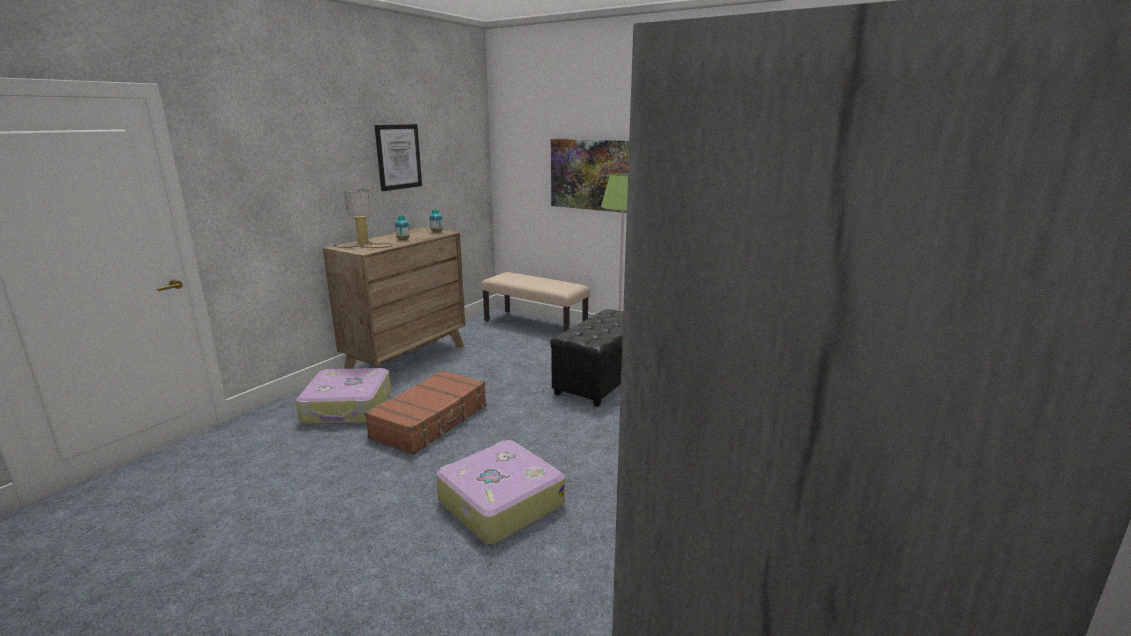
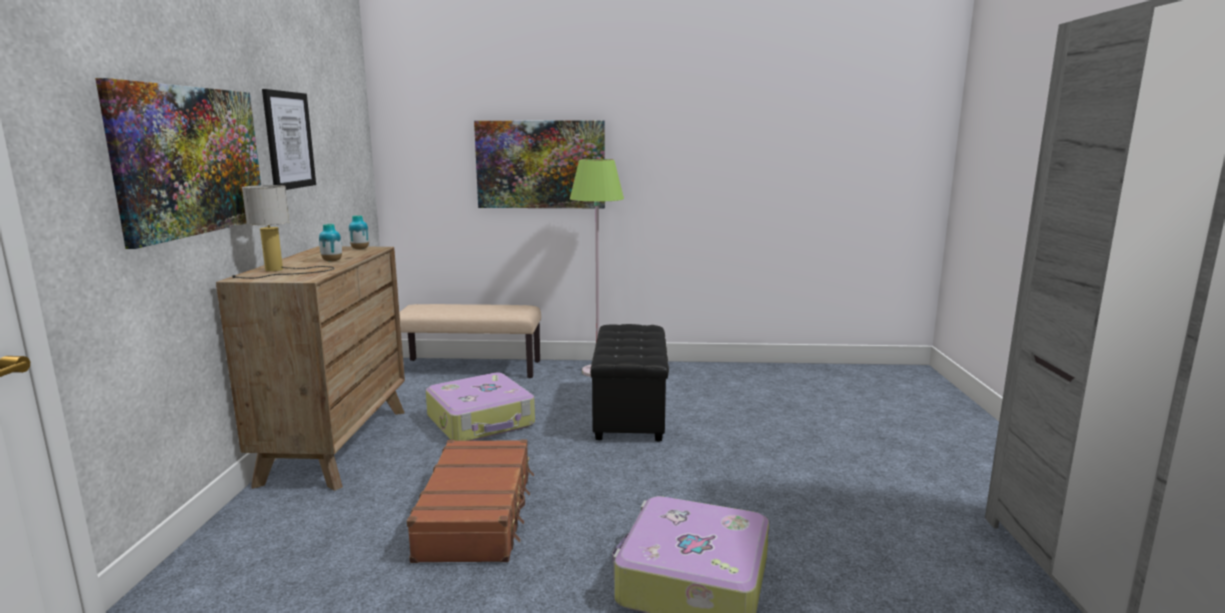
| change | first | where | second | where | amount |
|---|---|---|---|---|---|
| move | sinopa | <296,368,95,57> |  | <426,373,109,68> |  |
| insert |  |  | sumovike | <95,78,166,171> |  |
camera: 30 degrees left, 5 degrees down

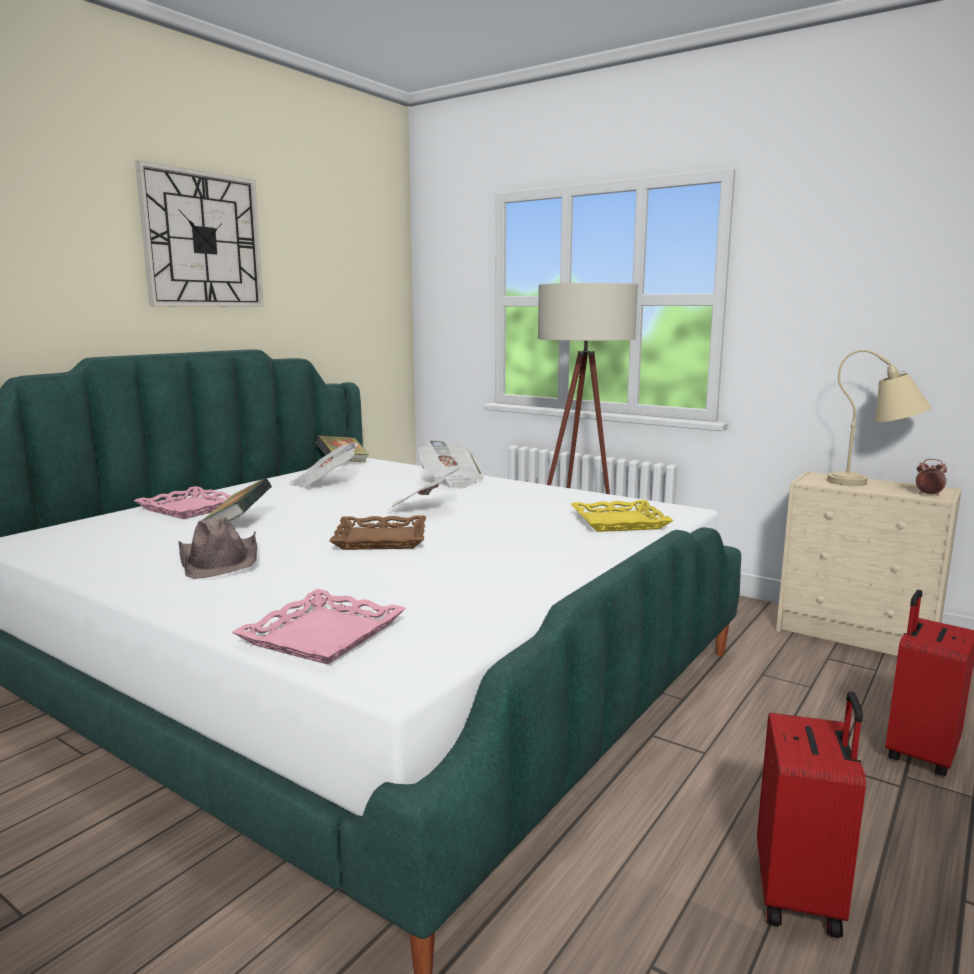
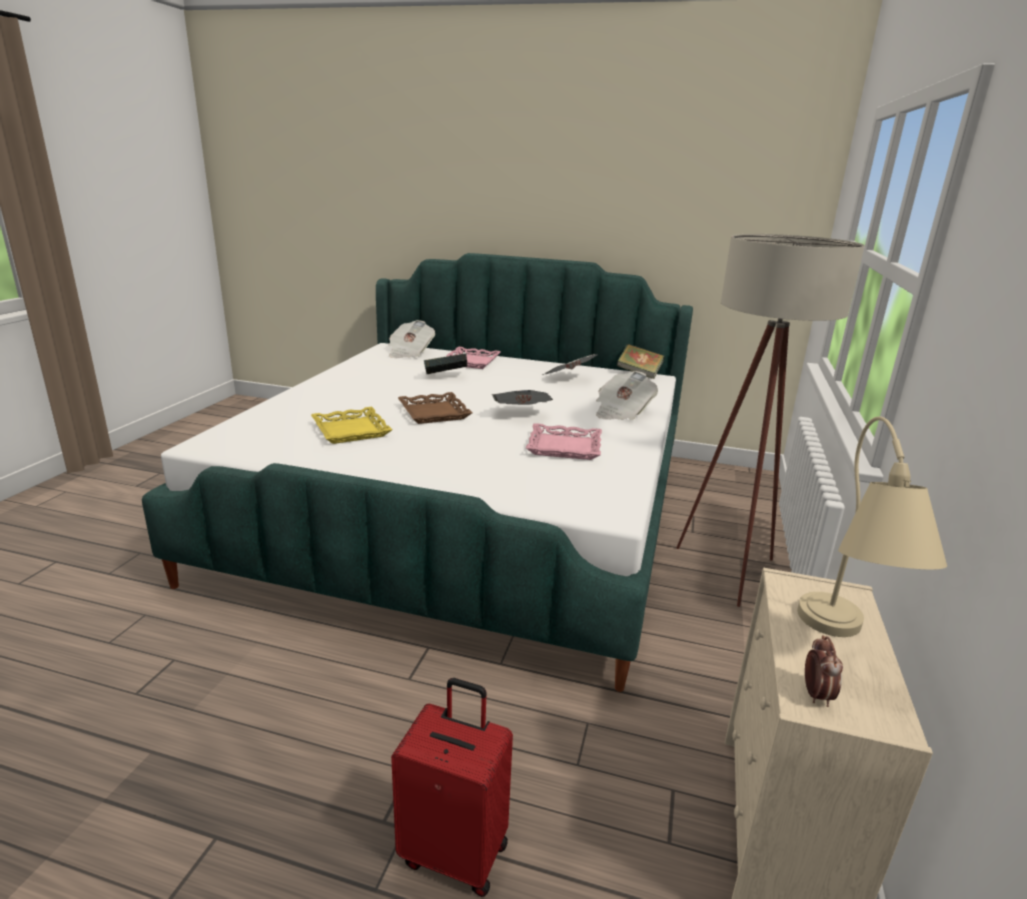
| change | first | where | second | where | amount |
|---|---|---|---|---|---|
| delete | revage | <135,160,129,147> |  |  |  |
| delete | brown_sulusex | <179,517,78,62> |  |  |  |
| move | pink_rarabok | <232,589,174,75> |  | <526,423,76,37> |  |
| move | yellow_rarabok | <571,500,103,32> |  | <311,407,81,37> |  |
| delete | red_sinopa | <757,691,109,247> |  |  |  |
| insert |  |  | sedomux | <388,320,47,38> |  |
camera: 70 degrees right, 10 degrees up

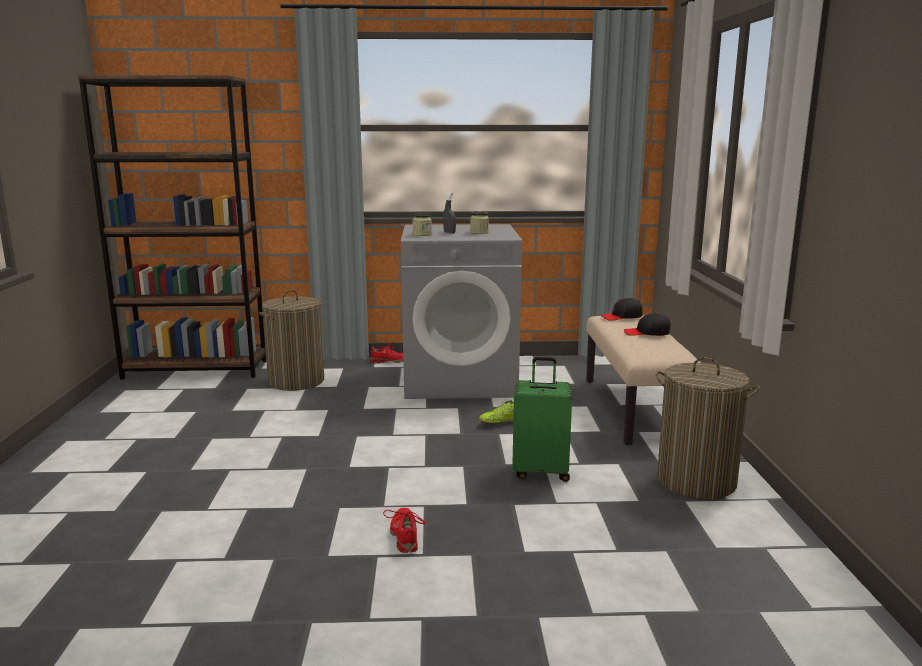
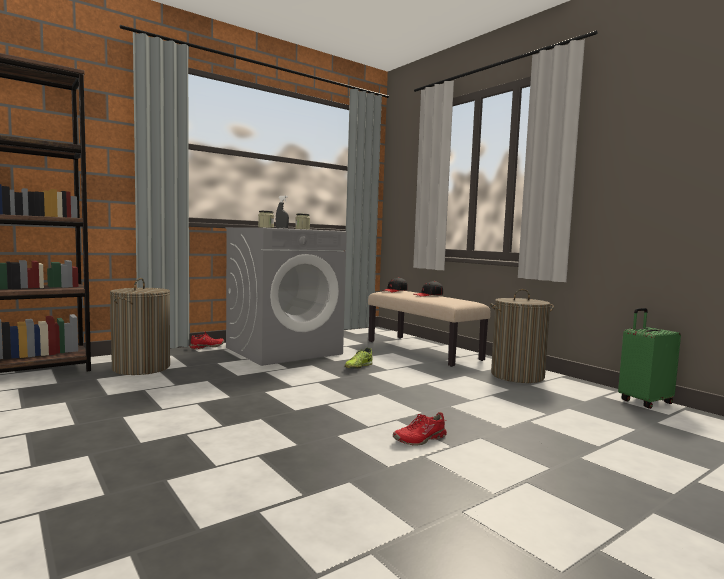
| change | first | where | second | where | amount |
|---|---|---|---|---|---|
| rotate | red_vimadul | <383,508,48,45> |  | <393,412,54,34> | 75 degrees counterclockwise |
| move | green_sinopa | <512,357,60,125> |  | <618,308,63,101> |  |
camera: 35 degrees left, 10 degrees down

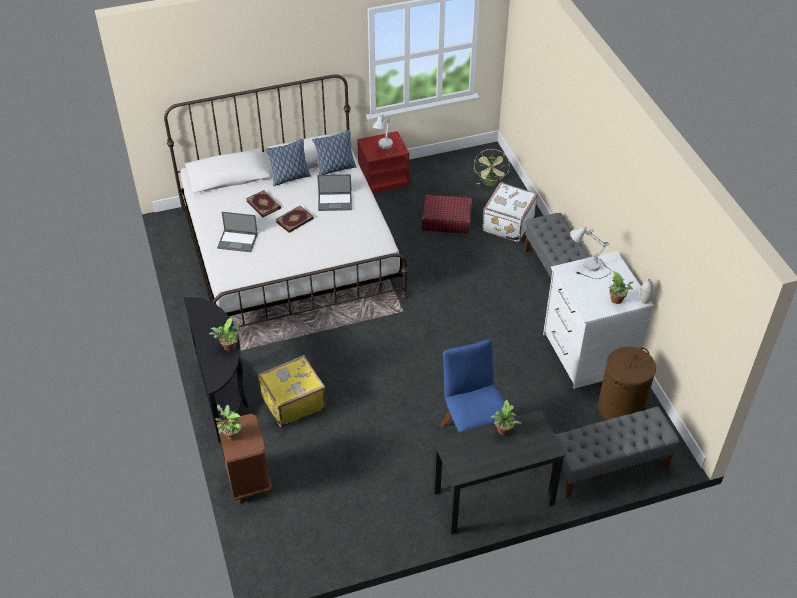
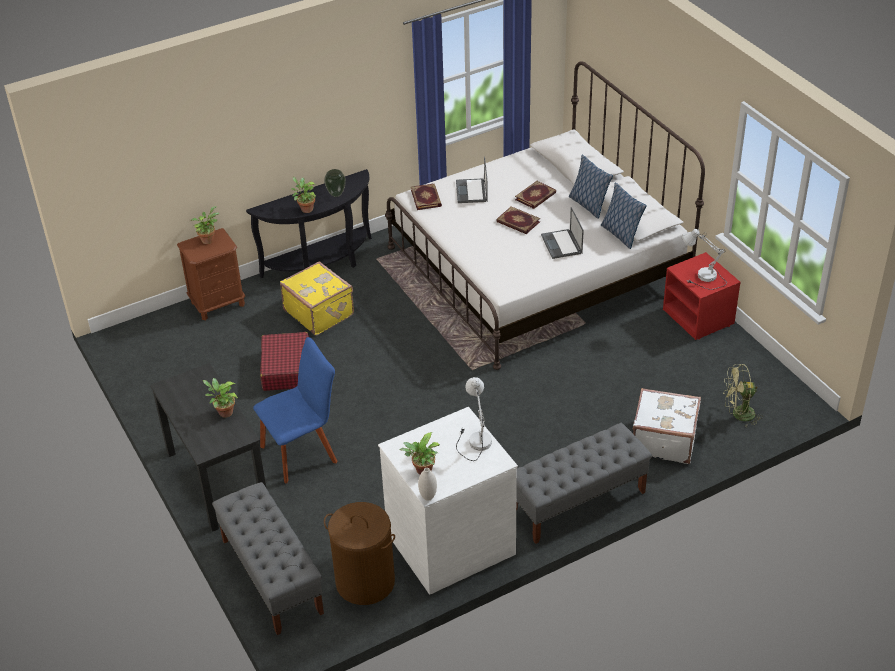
| change | first | where | second | where | amount |
|---|---|---|---|---|---|
| move | red_sinopa | <422,195,50,39> |  | <260,332,49,59> |  |
| insert |  |  | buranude | <324,169,22,28> |  |
| insert |  |  | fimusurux | <411,184,31,26> |  |
camera: 80 degrees right, 5 degrees down

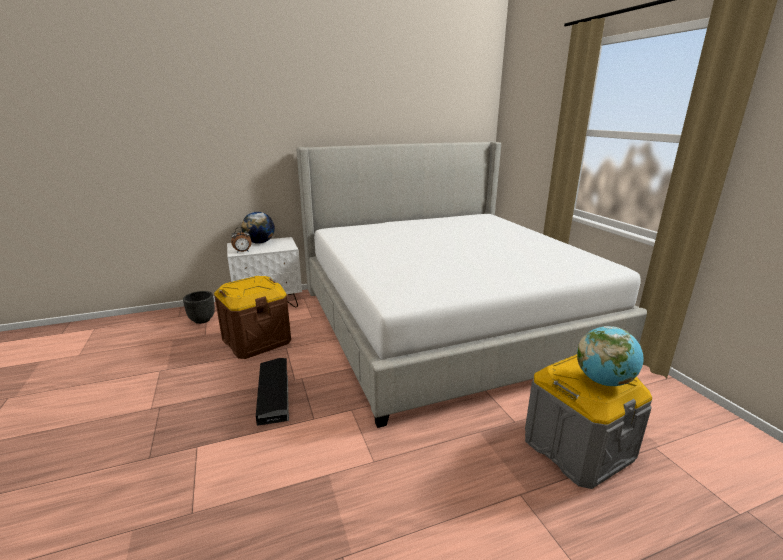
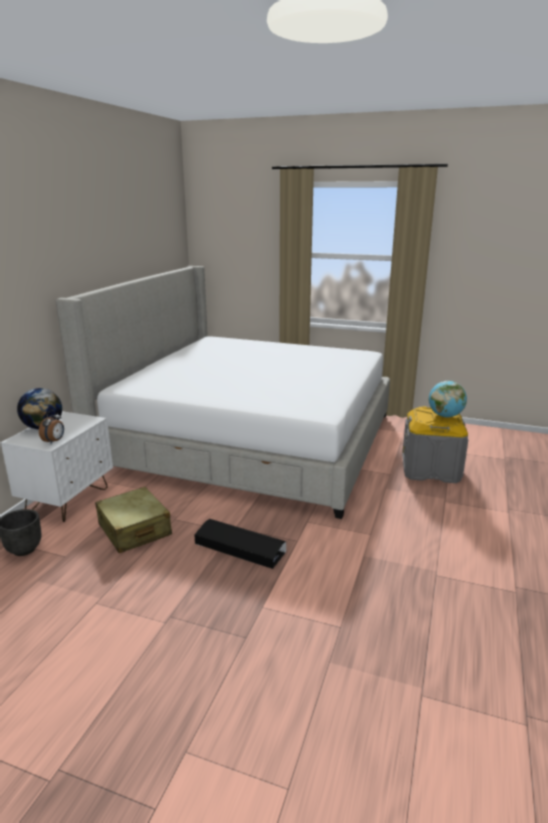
| change | first | where | second | where | amount |
|---|---|---|---|---|---|
| replace | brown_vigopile | <214,276,77,83> | beige_sinopa | <95,487,77,66> |  |
camera: 50 degrees left, 0 degrees up

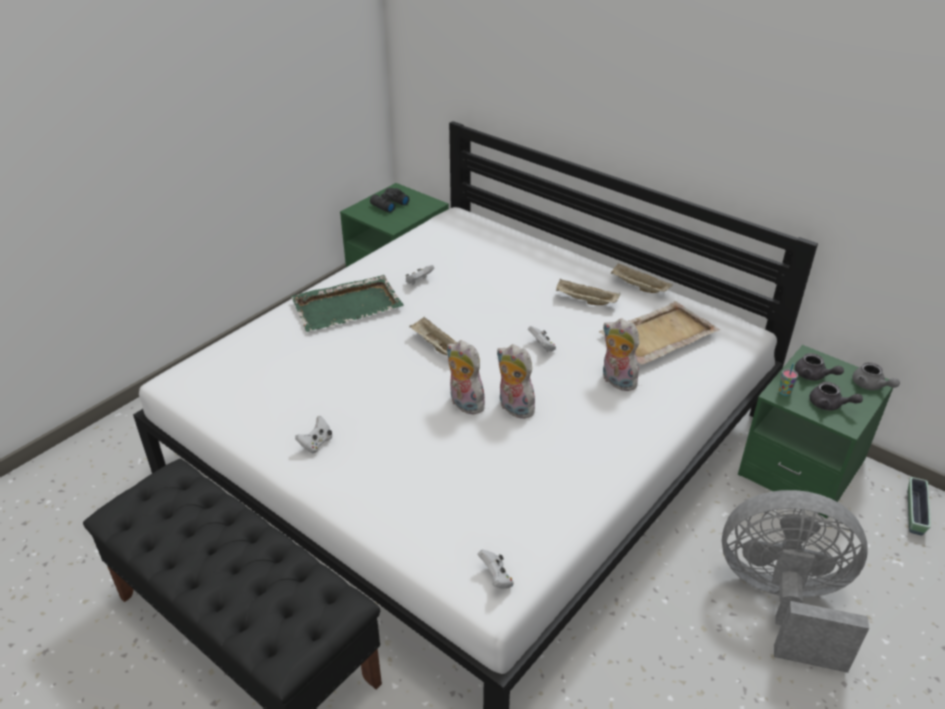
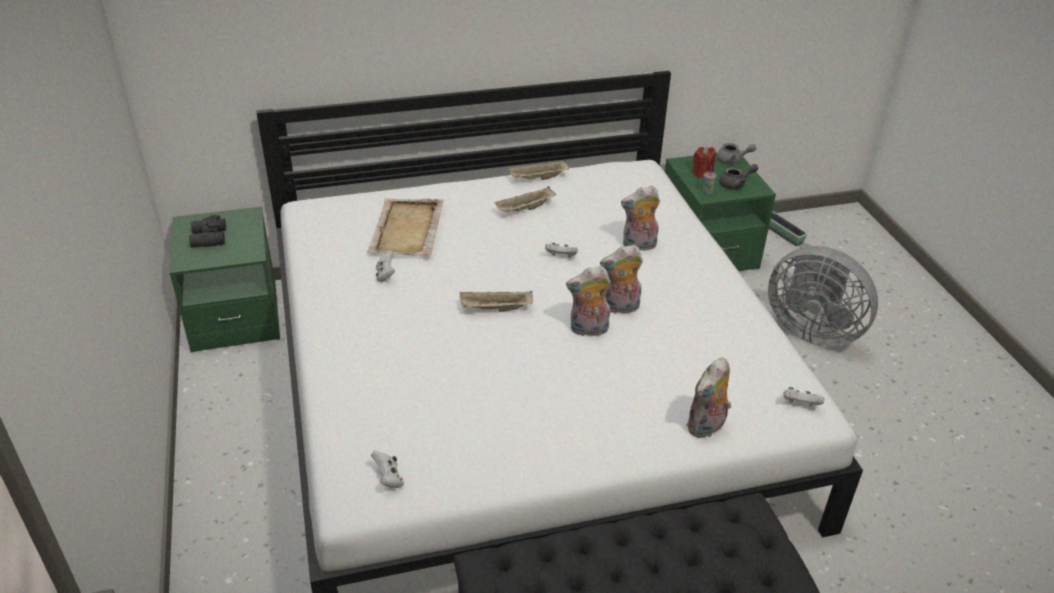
| change | first | where | second | where | amount |
|---|---|---|---|---|---|
| delete | green_rarabok | <291,275,113,57> |  |  |  |
| move | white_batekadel | <295,416,37,37> |  | <371,451,33,37> |  |
| move | beige_rarabok | <599,301,121,64> |  | <367,198,77,58> |  |
| rotate | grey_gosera | <722,490,147,183> |  | <768,243,110,104> | 105 degrees counterclockwise |
| replace | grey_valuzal | <795,353,49,28> | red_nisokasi | <692,146,24,32> |  |
| insert |  |  | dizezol | <686,357,45,81> |  |
camera: 55 degrees left, 0 degrees up

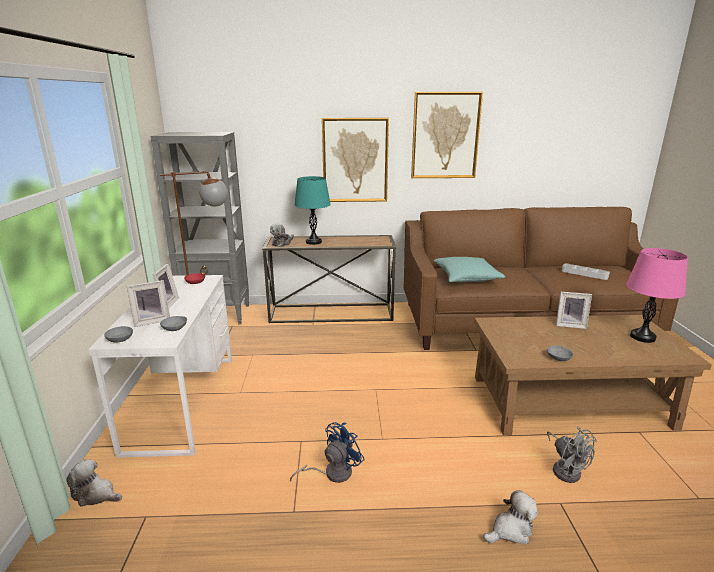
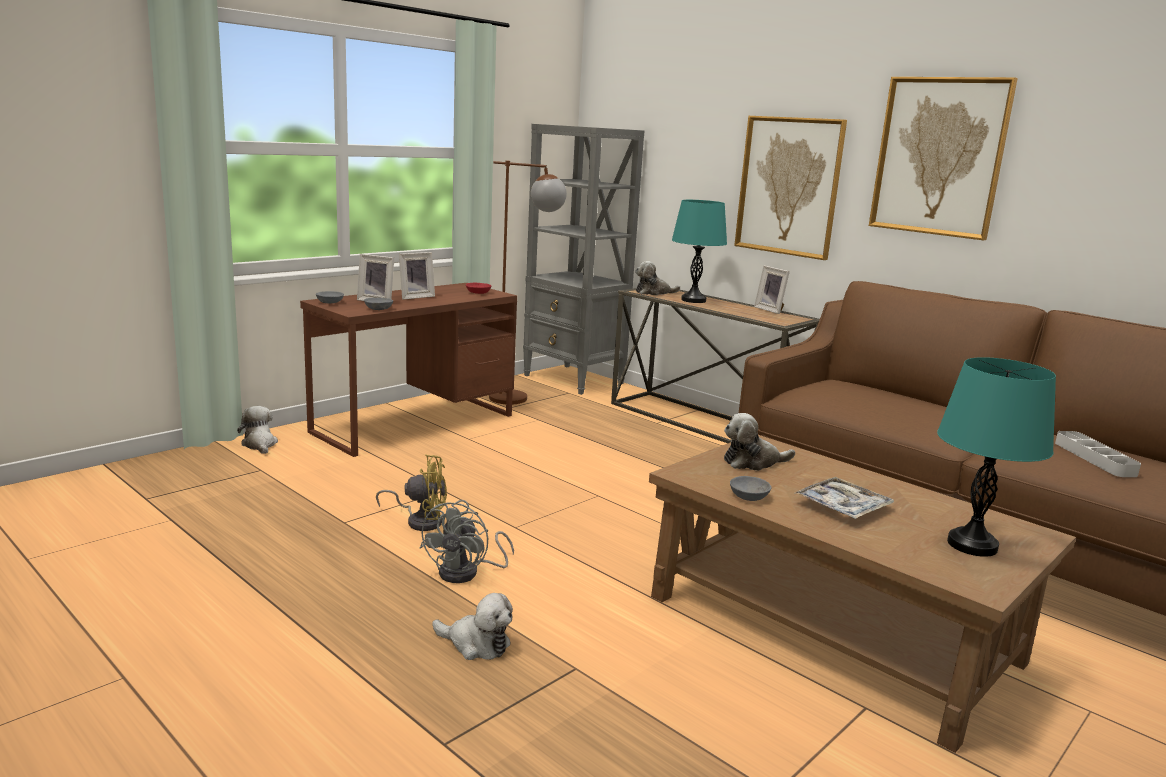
| change | first | where | second | where | amount |
|---|---|---|---|---|---|
| recolor | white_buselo | <88,275,144,183> | brown_buselo | <300,283,217,174> |  |
| recolor | blue_gosera | <290,422,75,61> | yellow_gosera | <376,454,71,77> |  |
| delete | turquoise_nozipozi | <434,257,71,25> |  |  |  |
| move | grey_gosera | <547,427,50,56> |  | <420,500,94,83> |  |
| move | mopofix | <556,292,36,37> |  | <754,266,36,48> |  |
| recolor | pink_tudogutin | <626,248,62,95> | turquoise_tudogutin | <937,357,119,200> |  |
| insert |  |  | dizezol | <724,413,71,58> |  |
| insert |  |  | rarabok | <795,477,99,42> |  |
camera: 45 degrees right, 5 degrees down

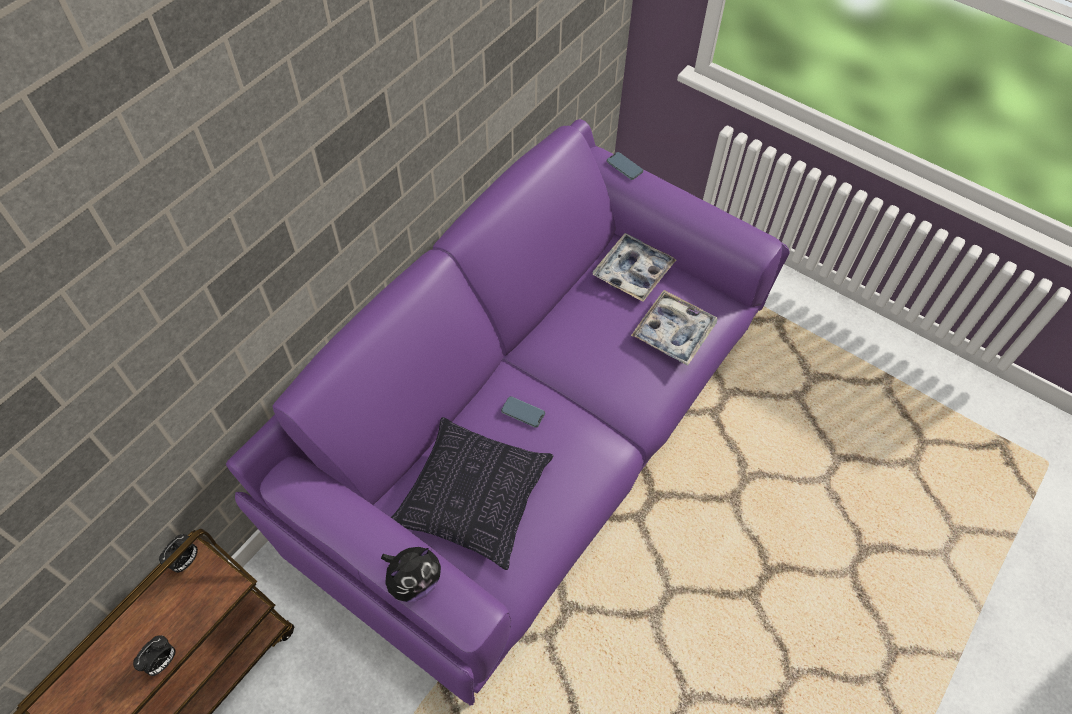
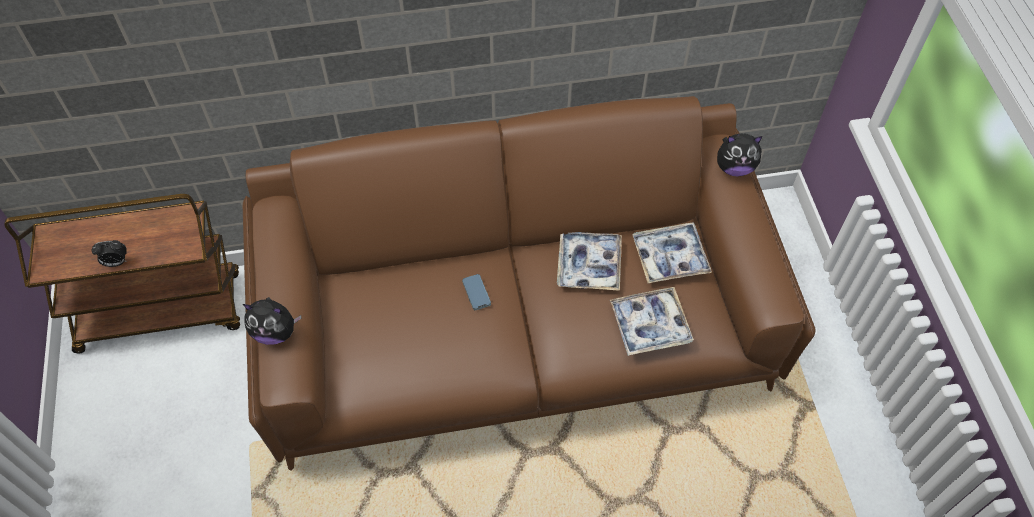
| change | first | where | second | where | amount |
|---|---|---|---|---|---|
| delete | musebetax | <159,534,39,38> |  |  |  |
| recolor | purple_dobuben | <226,119,564,587> | brown_dobuben | <243,96,572,375> |  |
| delete | nozipozi | <391,417,162,153> |  |  |  |
| replace | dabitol | <607,152,36,28> | dizezol | <717,133,45,44> |  |
| insert |  |  | rarabok | <557,232,65,59> |  |
camera: 45 degrees right, 0 degrees up

